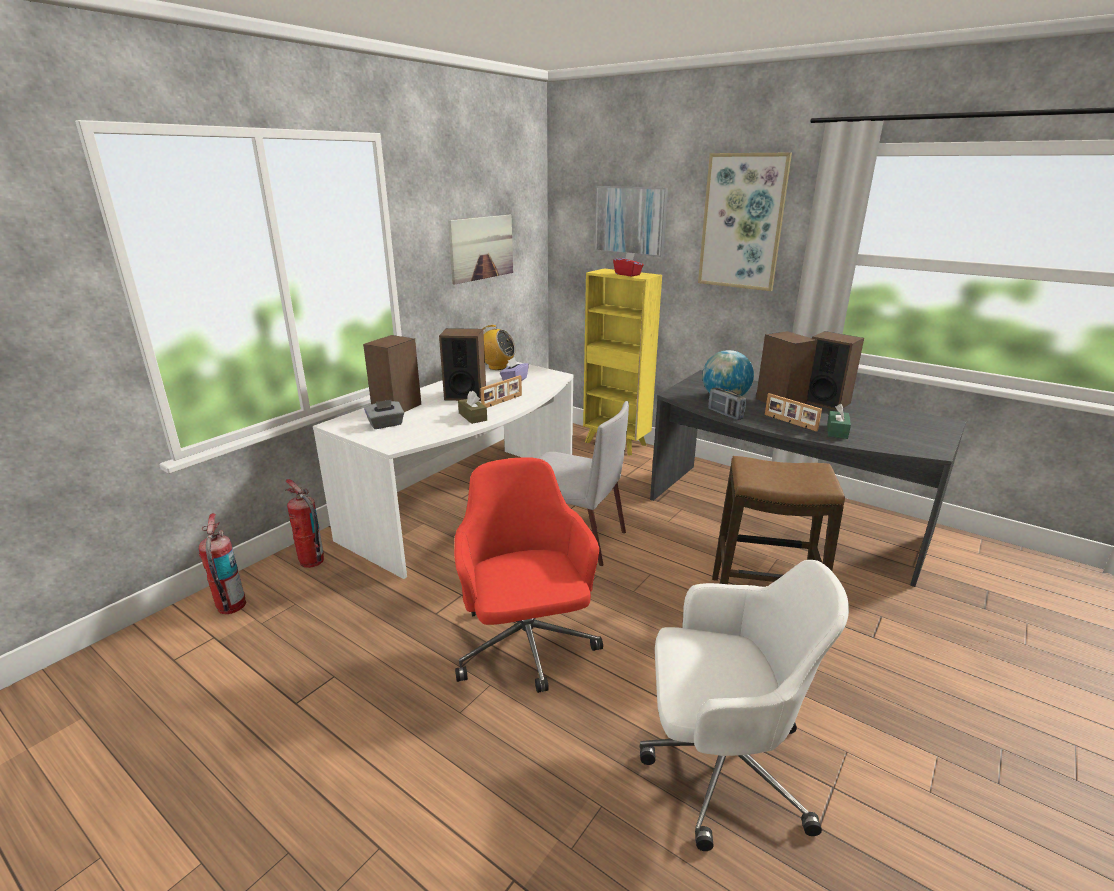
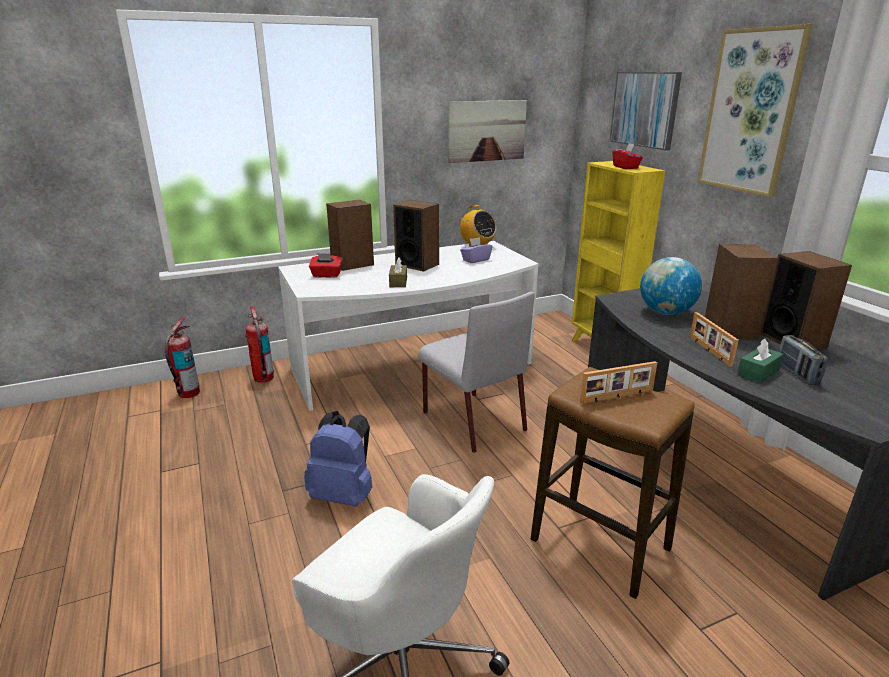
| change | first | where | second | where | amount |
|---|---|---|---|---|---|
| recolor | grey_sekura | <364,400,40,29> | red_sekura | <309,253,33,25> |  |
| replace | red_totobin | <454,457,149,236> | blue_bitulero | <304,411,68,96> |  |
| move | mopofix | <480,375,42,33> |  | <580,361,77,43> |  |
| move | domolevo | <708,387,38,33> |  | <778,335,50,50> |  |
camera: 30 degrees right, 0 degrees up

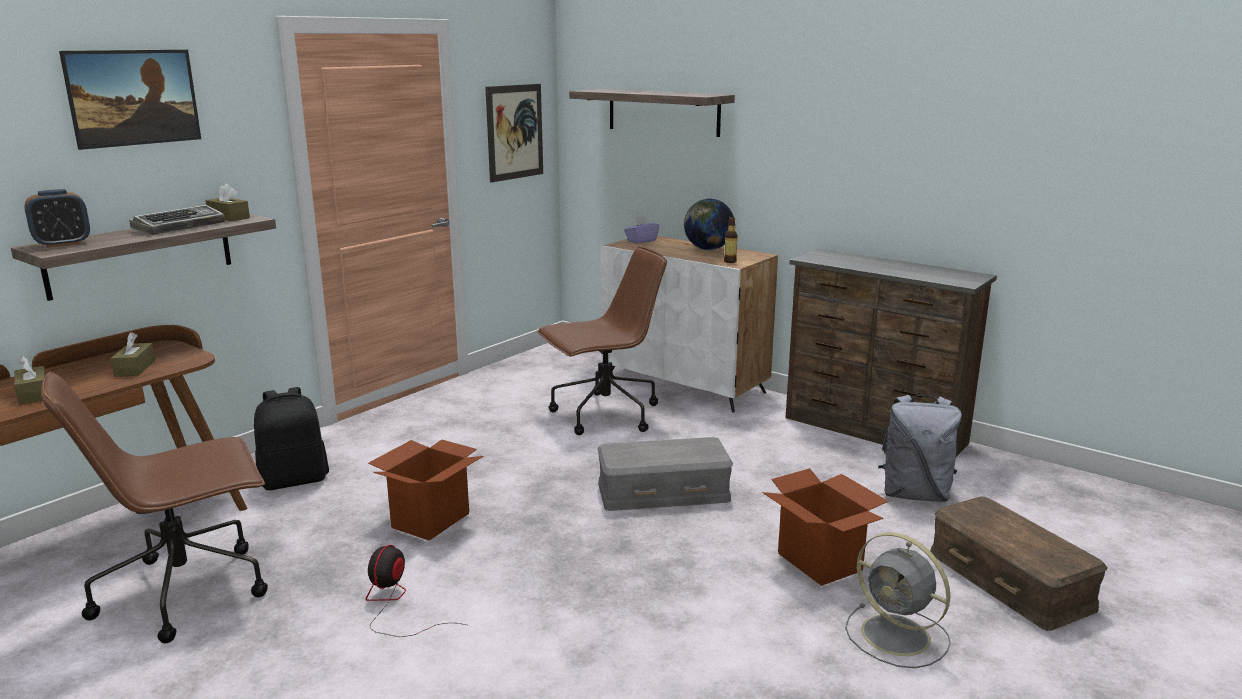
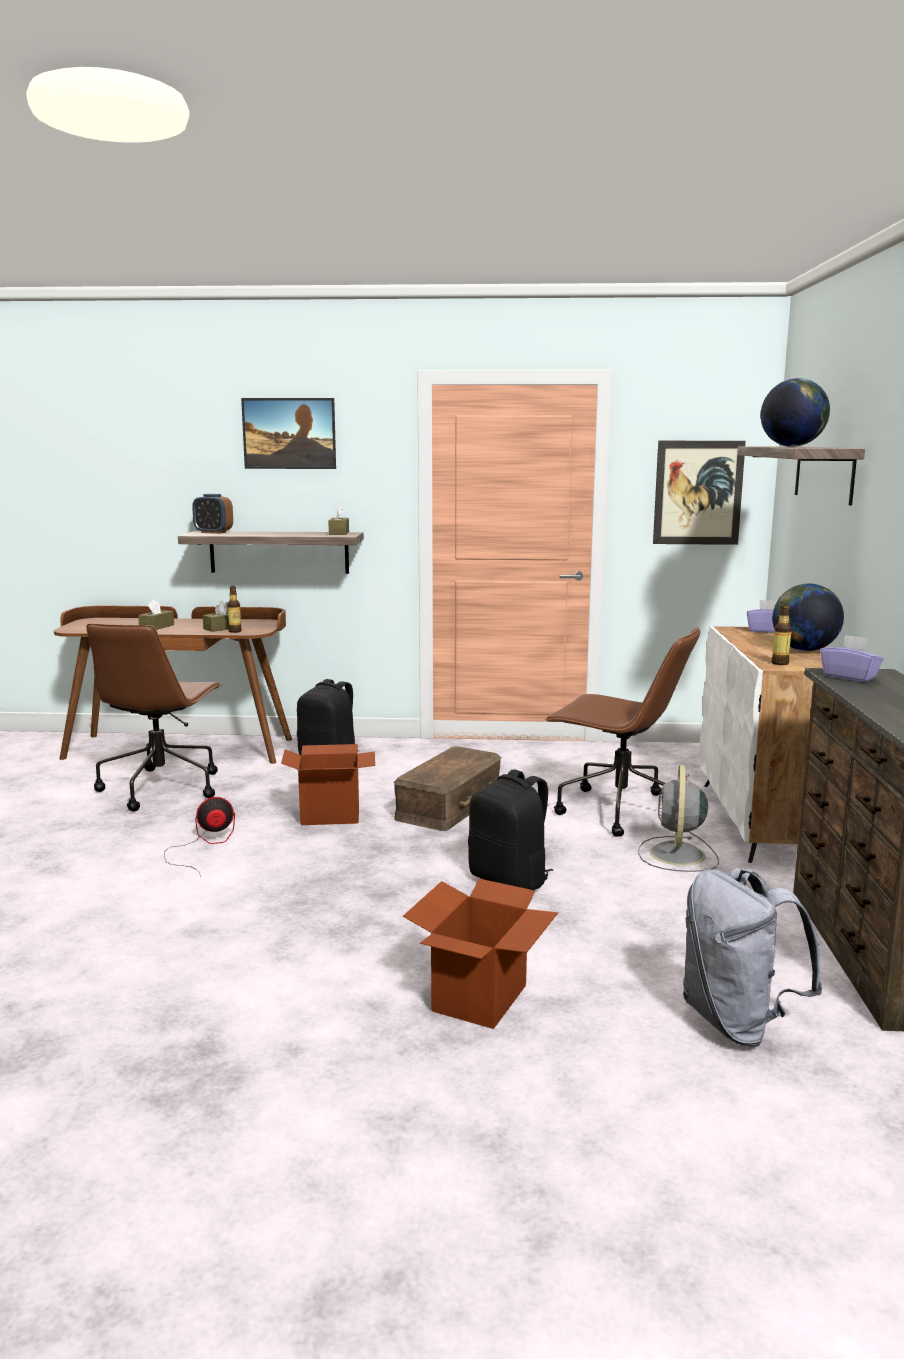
| change | first | where | second | where | amount |
|---|---|---|---|---|---|
| rotate | brown_totobin | <41,371,227,272> |  | <86,624,135,187> | 105 degrees counterclockwise |
| delete | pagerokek | <130,205,95,30> |  |  |  |
| replace | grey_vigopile | <597,437,136,74> | black_bitulero | <468,769,85,121> |  |
| move | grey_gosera | <845,533,106,135> |  | <638,765,81,107> |  |
| move | brown_vigopile | <930,497,178,134> |  | <394,746,107,85> |  |
| insert |  |  | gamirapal | <227,586,15,47> |  |
| insert |  |  | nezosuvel | <760,378,70,69> |  |
| insert |  |  | purple_sekura | <820,635,64,47> |  |
camera: 55 degrees right, 5 degrees down

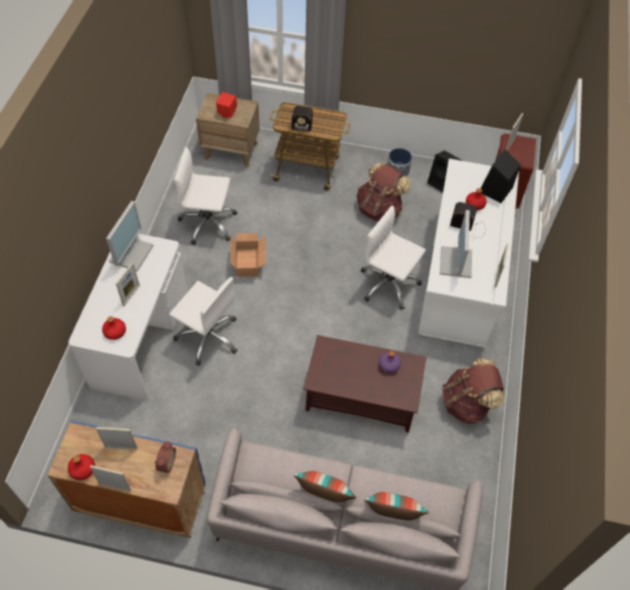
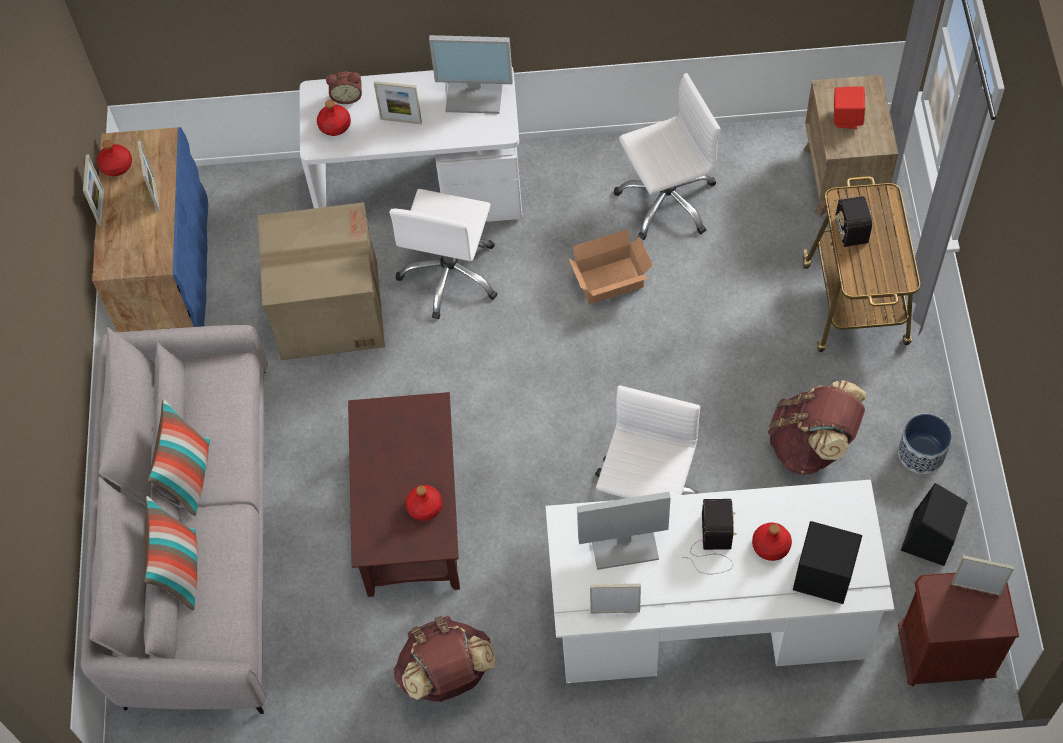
| change | first | where | second | where | amount |
|---|---|---|---|---|---|
| move | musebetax | <155,441,21,33> |  | <326,72,36,32> |  |
| rotate | white_totobin | <174,147,63,98> |  | <614,73,106,167> | 75 degrees clockwise |
| recolor | purple_gamirapal | <379,351,22,22> | red_gamirapal | <405,485,37,36> |  |
| insert |  |  | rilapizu | <258,202,127,158> |  |
camera: 80 degrees right, 5 degrees up

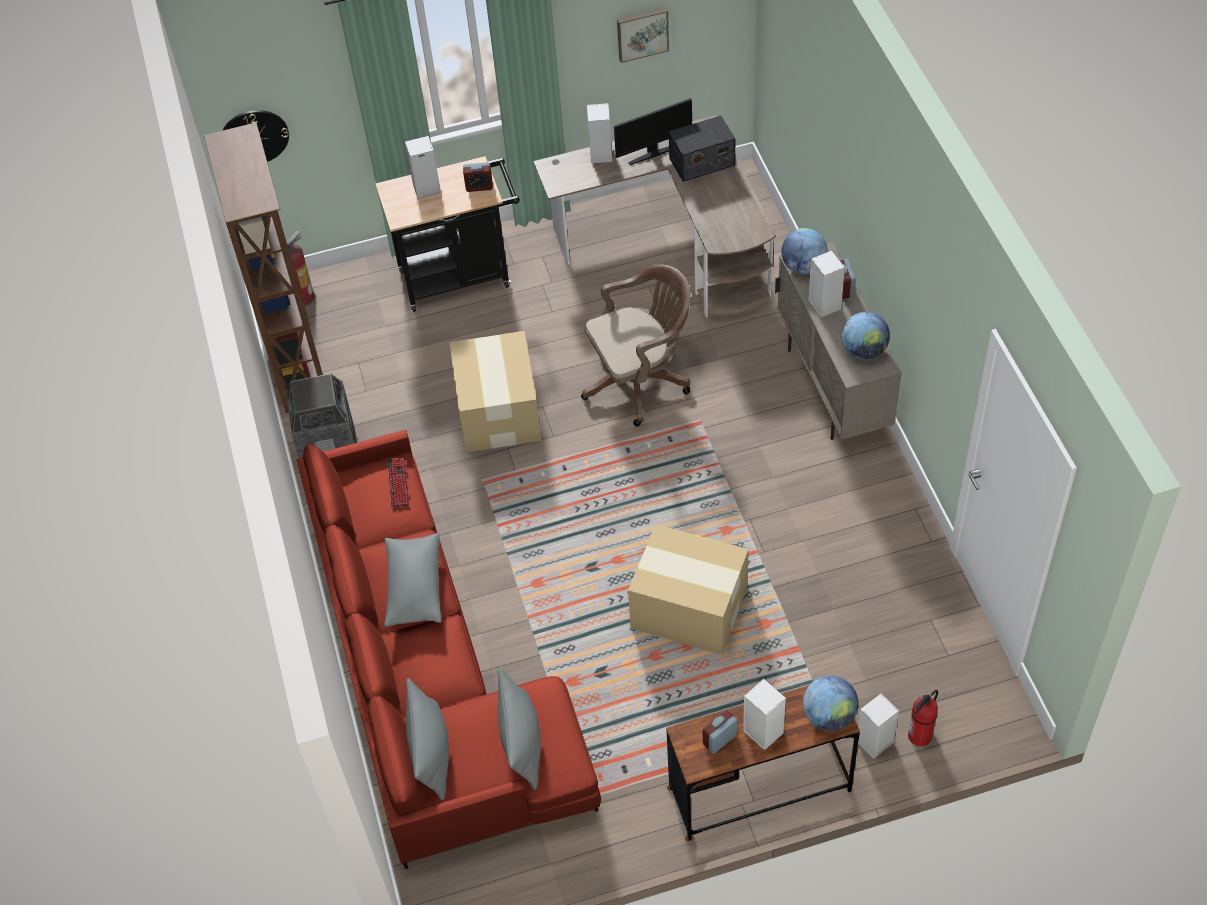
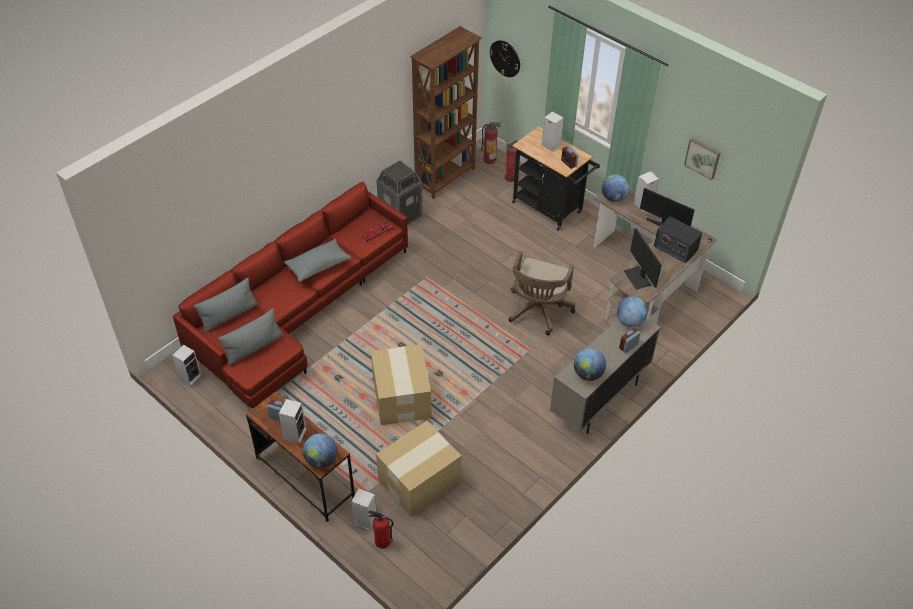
| change | first | where | second | where | amount |
|---|---|---|---|---|---|
| move | rilapizu | <449,331,93,121> |  | <376,421,86,96> |  |
| rotate | brown_totobin | <581,264,110,163> |  | <509,251,66,84> | 75 degrees clockwise |
| move | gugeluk | <808,250,37,67> |  | <172,345,30,41> |  |
| insert |  |  | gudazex | <505,140,13,42> |  |
| insert |  |  | nezosuvel | <602,174,27,28> |  |
| insert |  |  | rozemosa | <623,228,39,62> |  |
camera: 55 degrees right, 5 degrees down

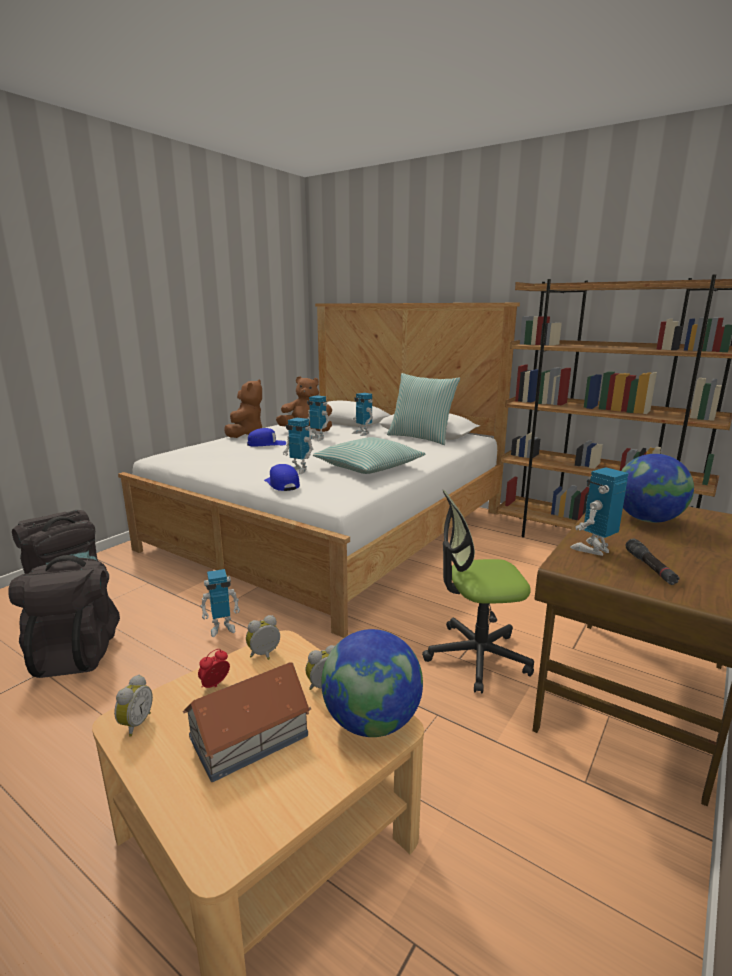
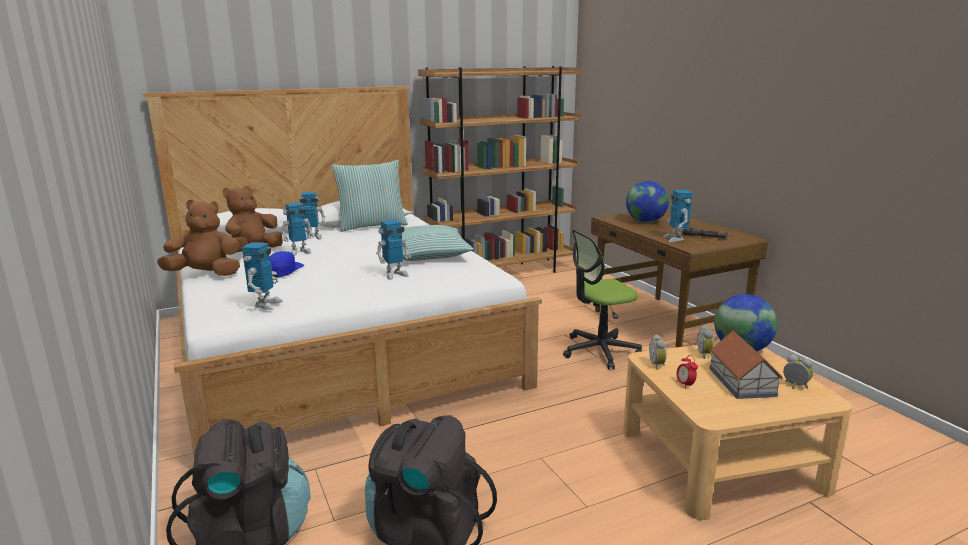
| change | first | where | second | where | amount |
|---|---|---|---|---|---|
| move | musebetax | <114,675,39,61> |  | <783,354,30,35> |  |
| move | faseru | <200,569,40,68> |  | <242,242,41,68> |  |
| rotate | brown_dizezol | <224,379,38,59> |  | <157,199,83,77> | 45 degrees counterclockwise |
| delete | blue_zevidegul | <264,464,36,27> |  |  |  |
| rotate | totobin | <422,490,112,203> |  | <563,229,79,140> | 45 degrees clockwise |
camera: 60 degrees left, 0 degrees up

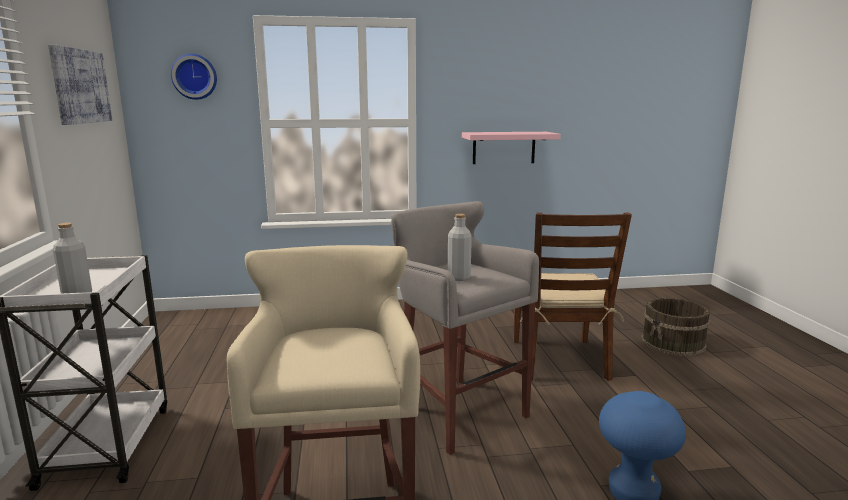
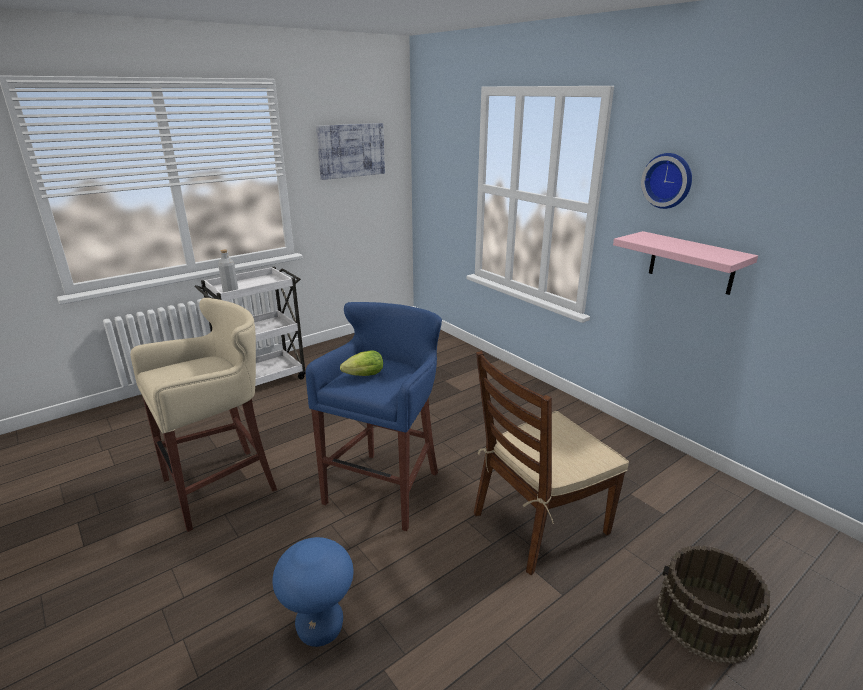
| change | first | where | second | where | amount |
|---|---|---|---|---|---|
| move | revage | <171,54,46,46> |  | <641,153,51,56> |  |
| recolor | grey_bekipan | <391,201,148,254> | blue_bekipan | <306,302,136,229> |  |
| replace | grey_gamirapal | <448,214,24,67> | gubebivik | <340,351,43,25> |  |
camera: 60 degrees right, 10 degrees up

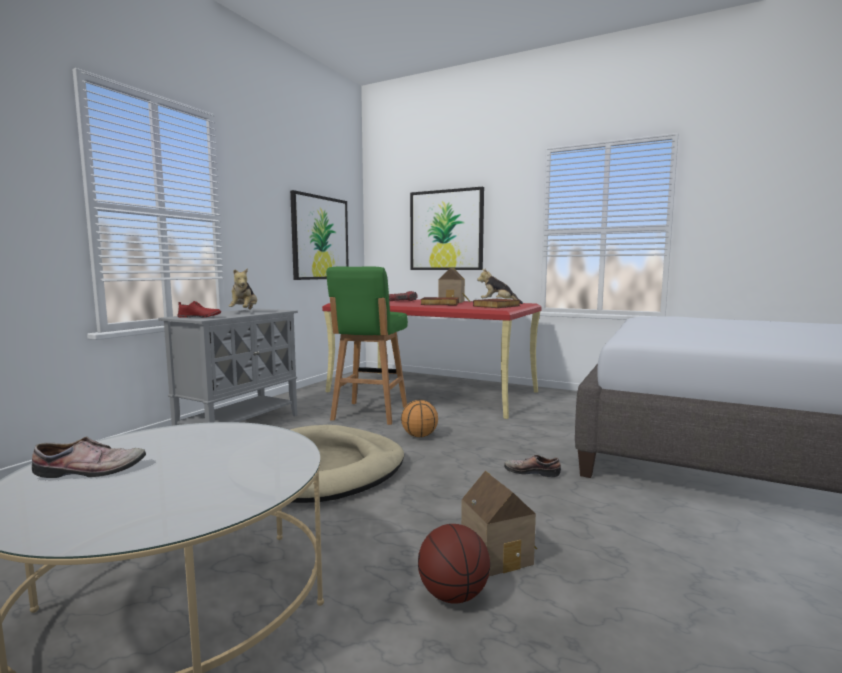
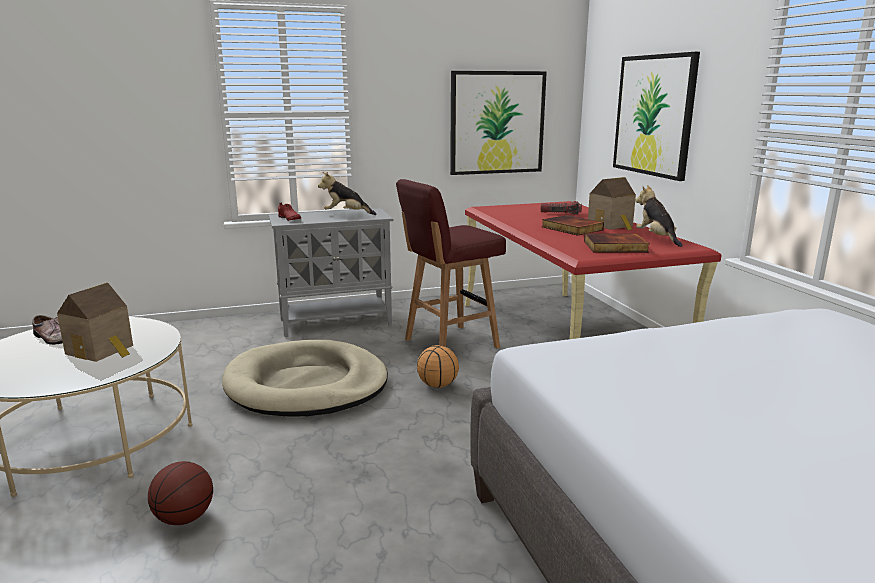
| change | first | where | second | where | amount |
|---|---|---|---|---|---|
| rotate | dizezol | <229,268,28,42> |  | <318,172,58,43> | 60 degrees clockwise |
| recolor | green_bekipan | <326,266,82,159> | red_bekipan | <396,179,110,169> |  |
| move | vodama | <461,471,76,105> |  | <57,283,76,79> |  |
| delete | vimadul | <504,455,57,22> |  |  |  |
camera: 45 degrees right, 10 degrees up

